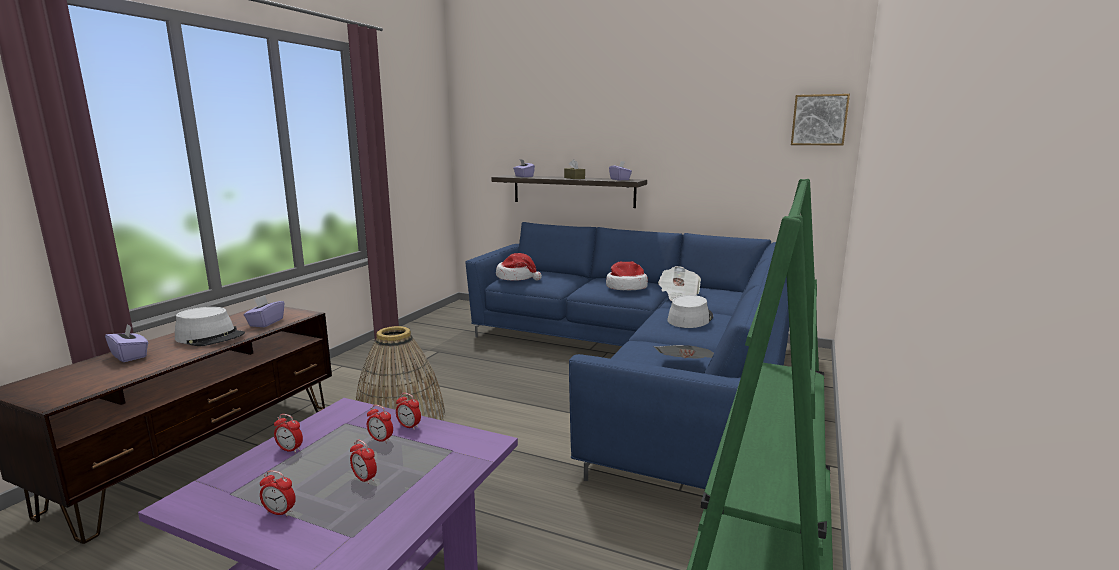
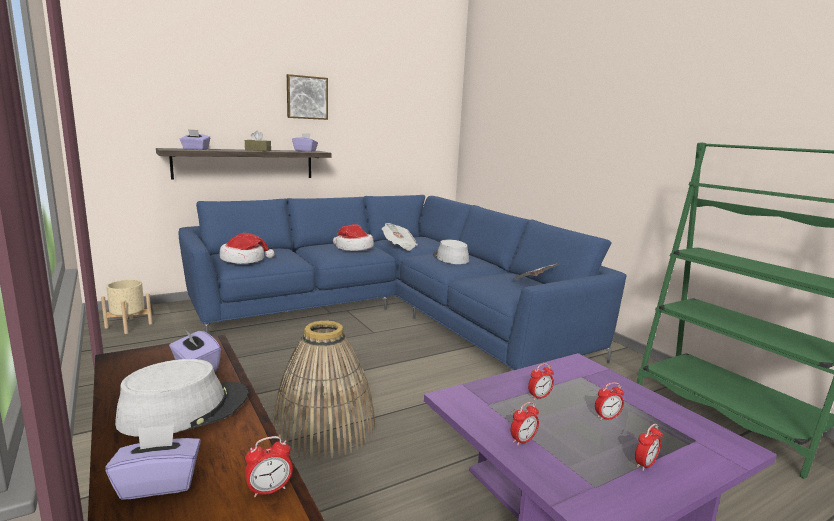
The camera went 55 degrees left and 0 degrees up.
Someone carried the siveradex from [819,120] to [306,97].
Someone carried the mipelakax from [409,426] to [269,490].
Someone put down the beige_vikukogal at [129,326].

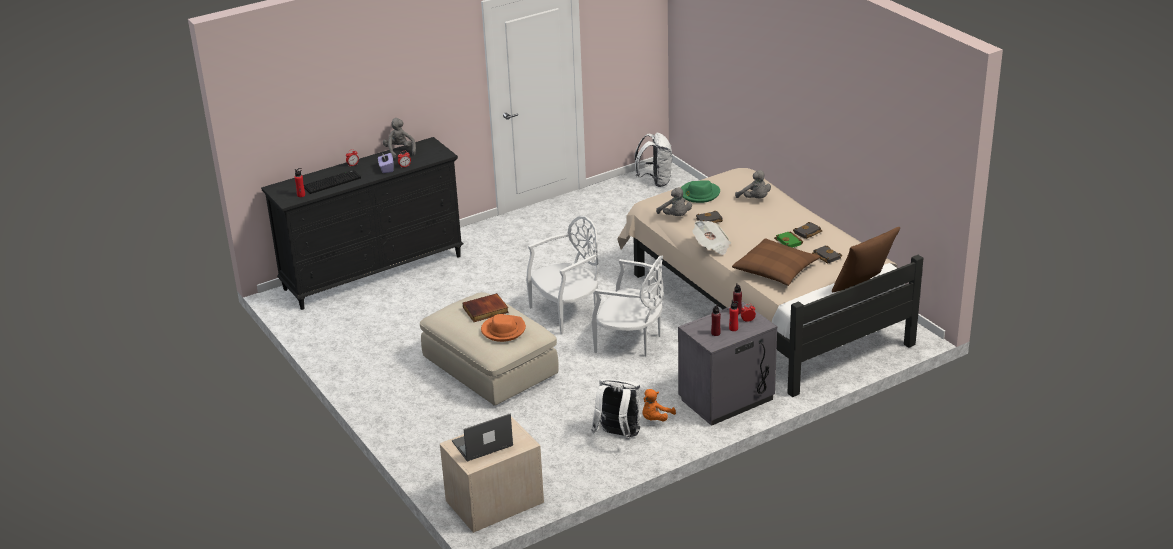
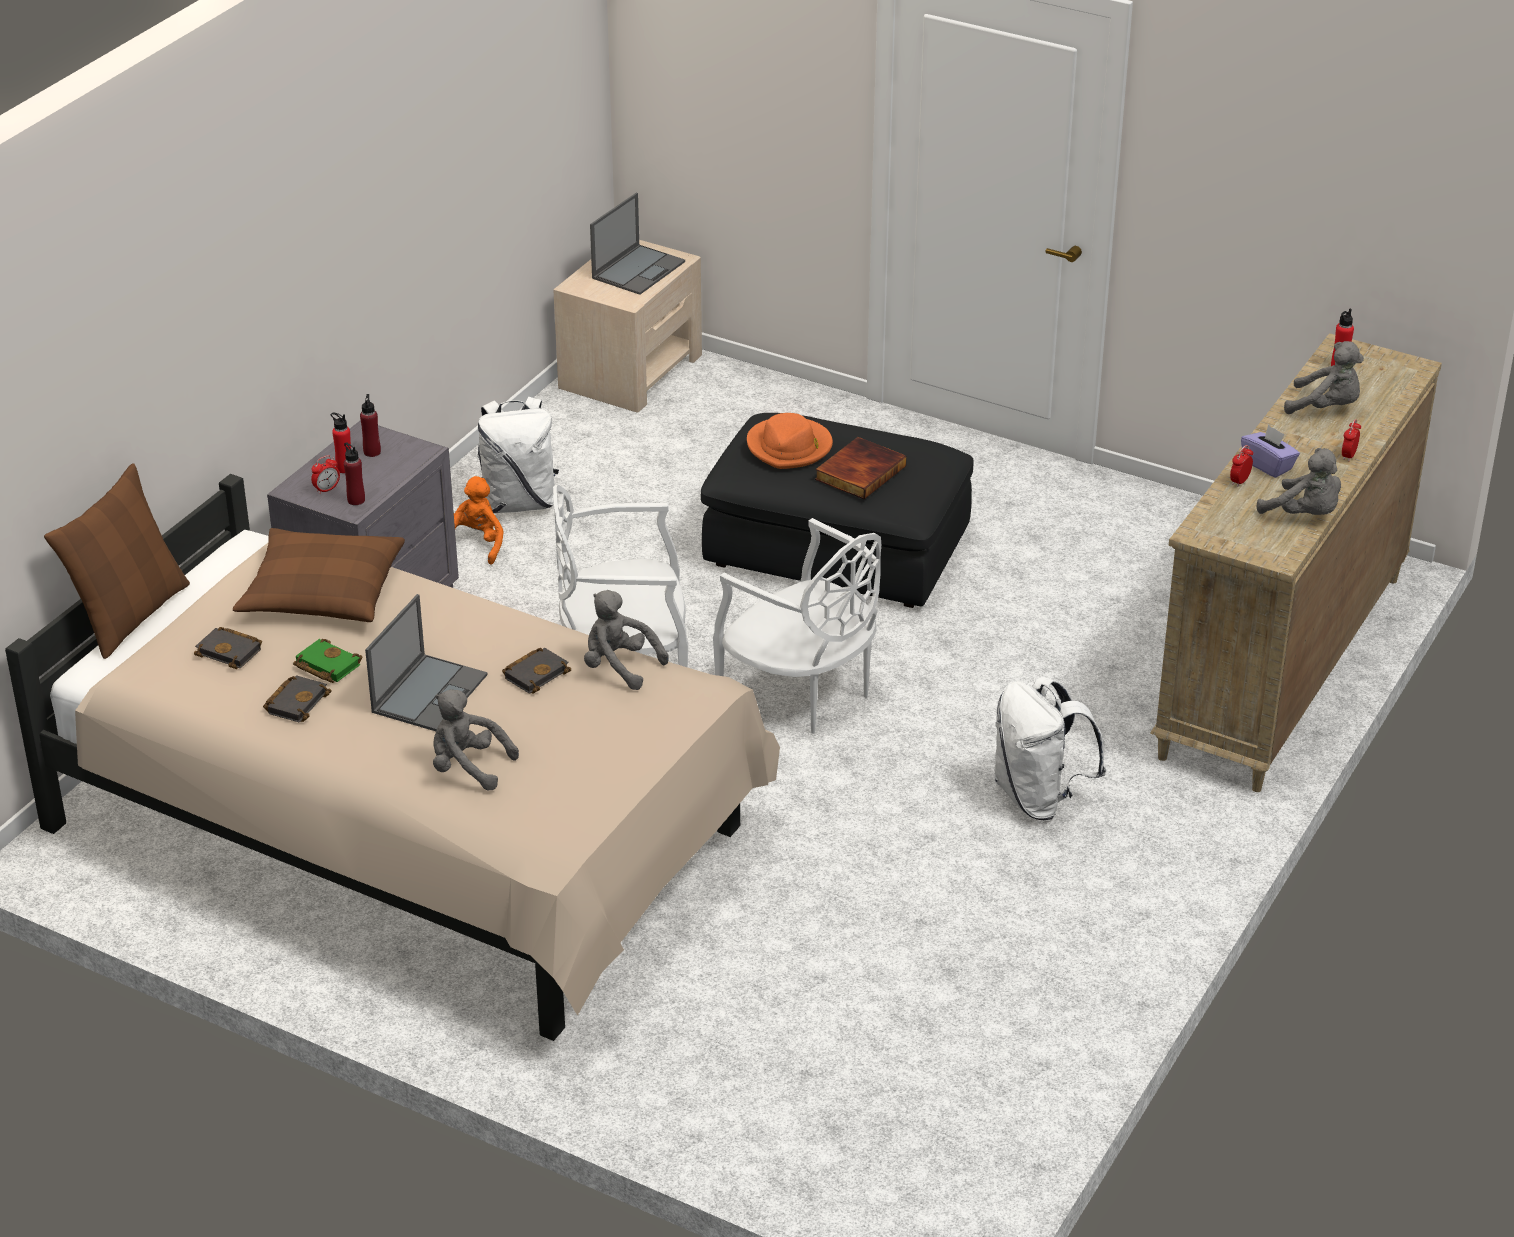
The camera went 150 degrees right and 5 degrees up.
Someone carried the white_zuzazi from [655,181] to [1039,798].
Someone repainted the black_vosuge at [374,272], which became the beige_vosuge at [1281,666].
Someone swapped the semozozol at [332,182] for the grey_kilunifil at [1326,407].
Someone took away the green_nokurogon at [699,194].
Someone rotated the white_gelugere at [567,312] by 75 degrees counterclockwise.
Someone took away the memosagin at [712,246].
Someone repainted the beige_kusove at [489,368], which became the black_kusove at [838,547].
Someone put down the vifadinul at [430,692].

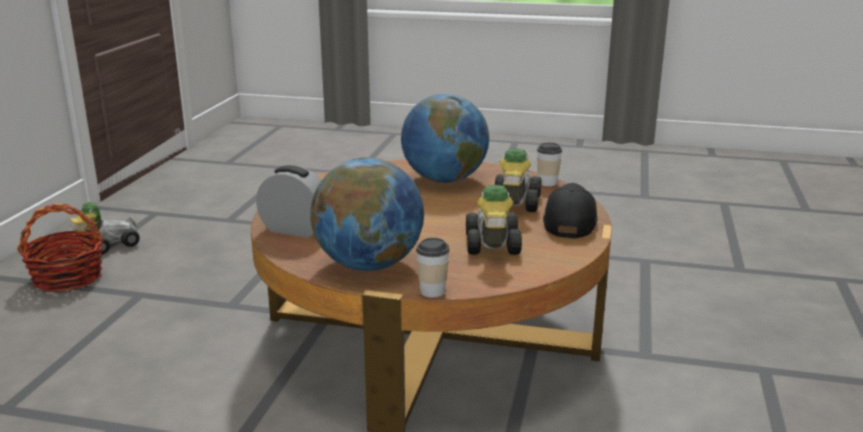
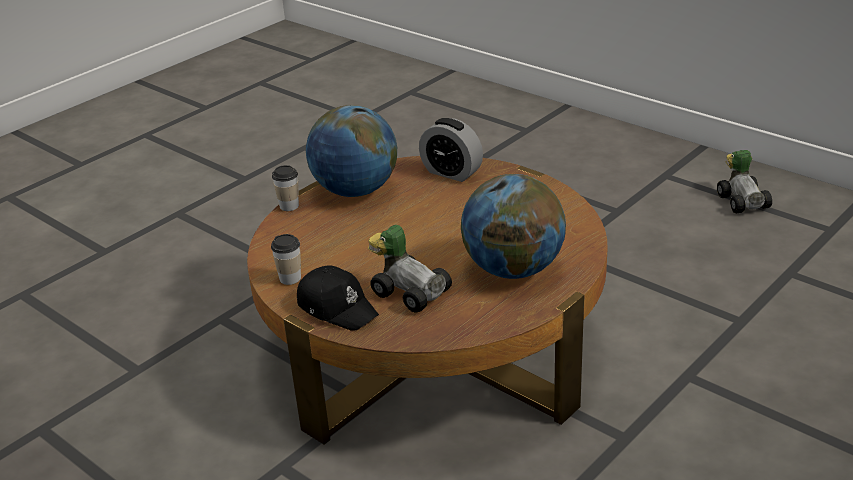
The camera went 120 degrees right and 10 degrees up.
Someone carried the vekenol from [547,183] to [290,278].
Someone rotated the mipelakax at [295,229] by 75 degrees clockwise.
Someone took away the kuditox at [490,246].
Someone took away the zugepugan at [68,278].

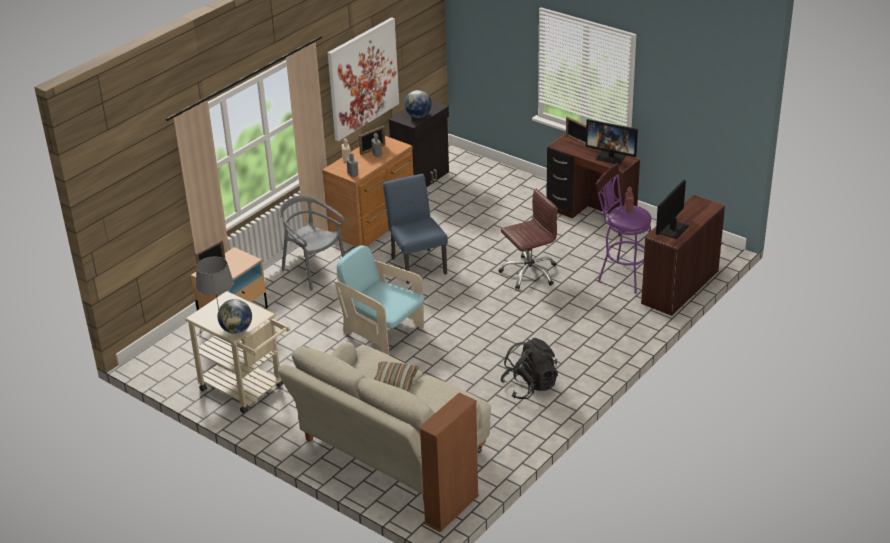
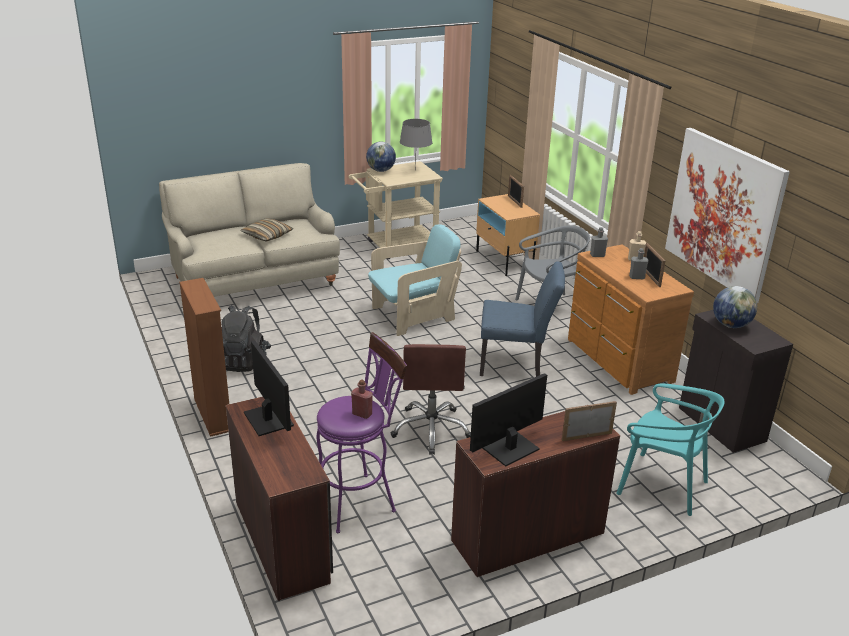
The camera went 115 degrees right and 5 degrees down.
Someone carried the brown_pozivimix from [451,509] to [213,414].
Someone put down the turquoise_gelugere at [661,485].

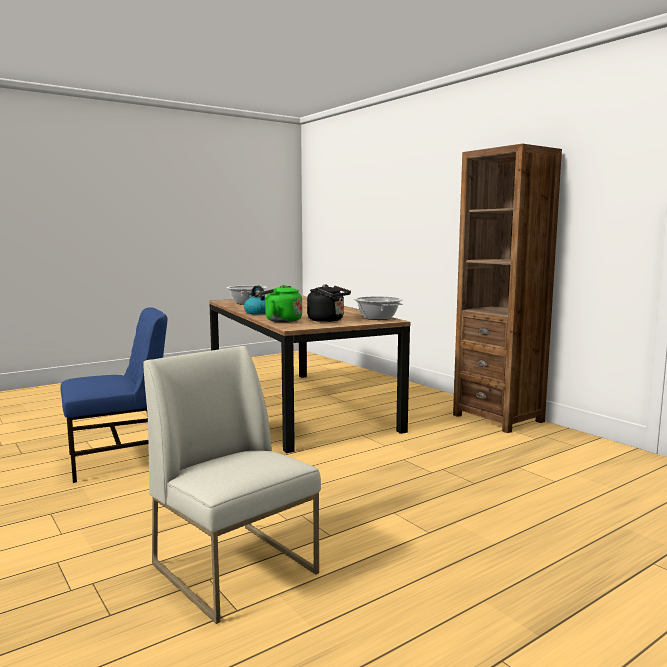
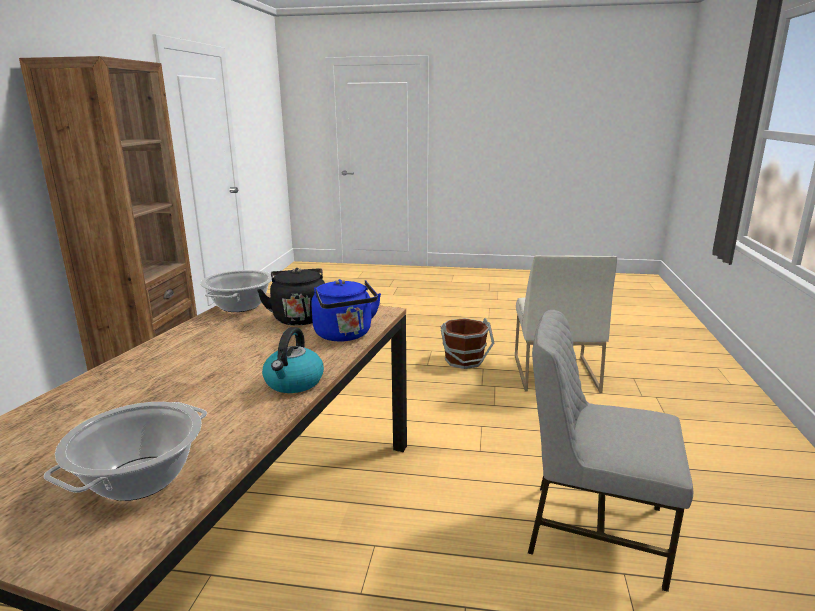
The camera went 135 degrees left and 10 degrees up.
Someone repainted the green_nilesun at [281,320], which became the blue_nilesun at [345,335].
Someone repainted the blue_gelugere at [119,460], which became the grey_gelugere at [593,530].
Someone put down the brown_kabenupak at [464,360].

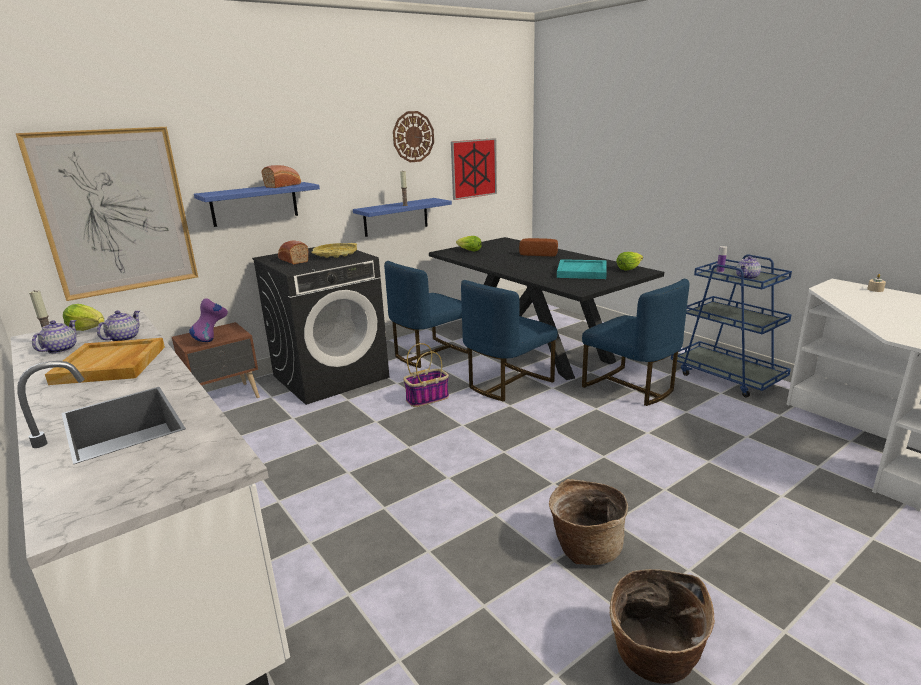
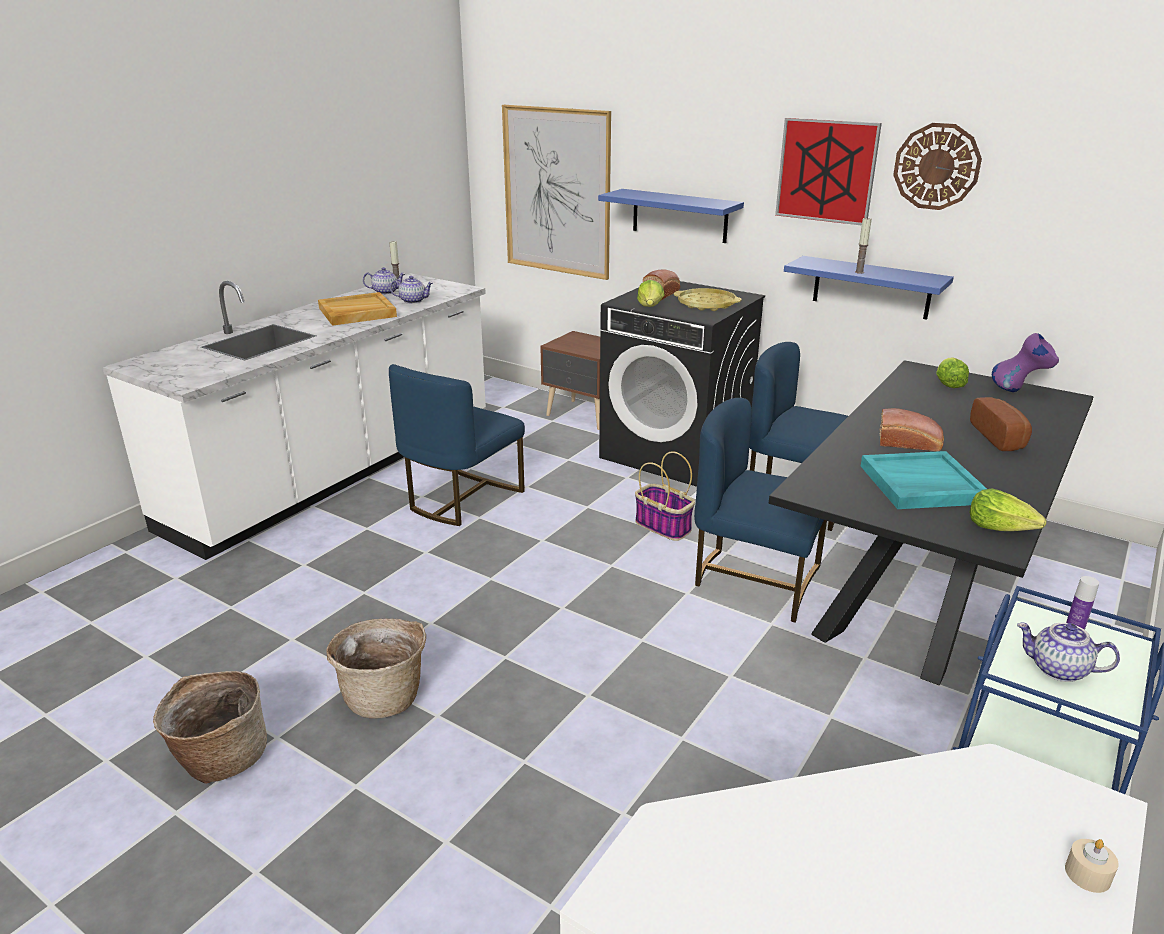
The camera went 70 degrees right and 5 degrees up.
Someone carried the siveradex from [473,168] to [826,171].
Someone carried the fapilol from [284,185] to [910,444].
Someone carried the blue_gelugere from [630,387] to [461,499].
Someone carried the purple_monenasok from [212,340] to [1019,391].
Someone carried the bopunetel from [88,329] to [650,307].

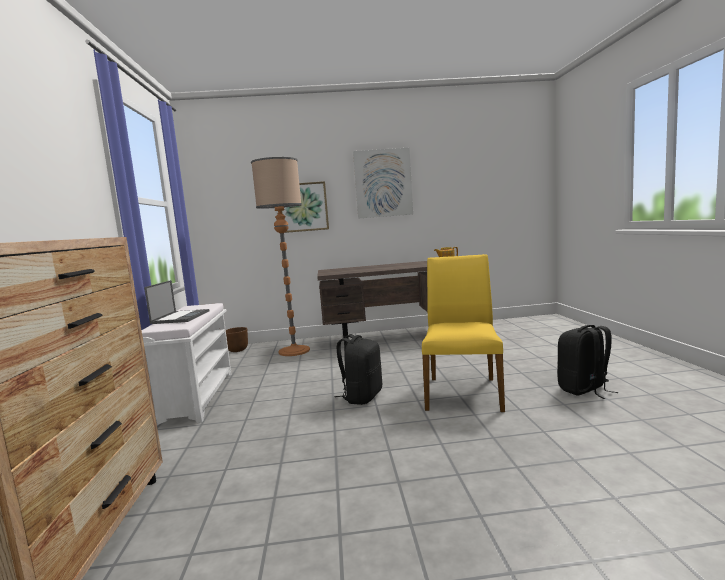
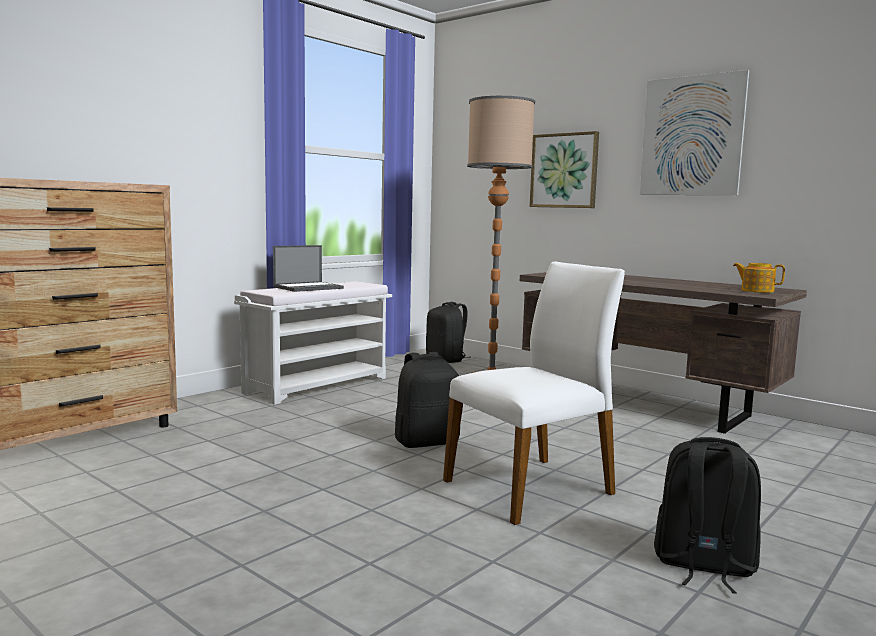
The camera went 45 degrees right and 0 degrees up.
Someone repainted the yellow_gelugere at [463,393], which became the white_gelugere at [531,487].
Someone swapped the brown_vikukogal at [238,350] for the black_zuzazi at [446,359].

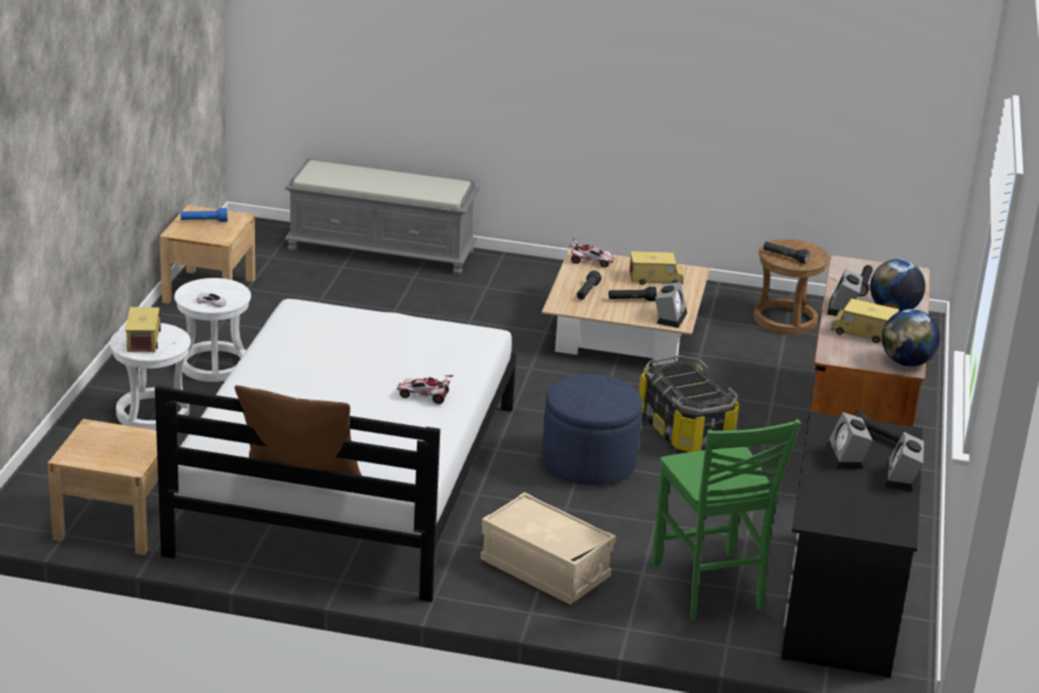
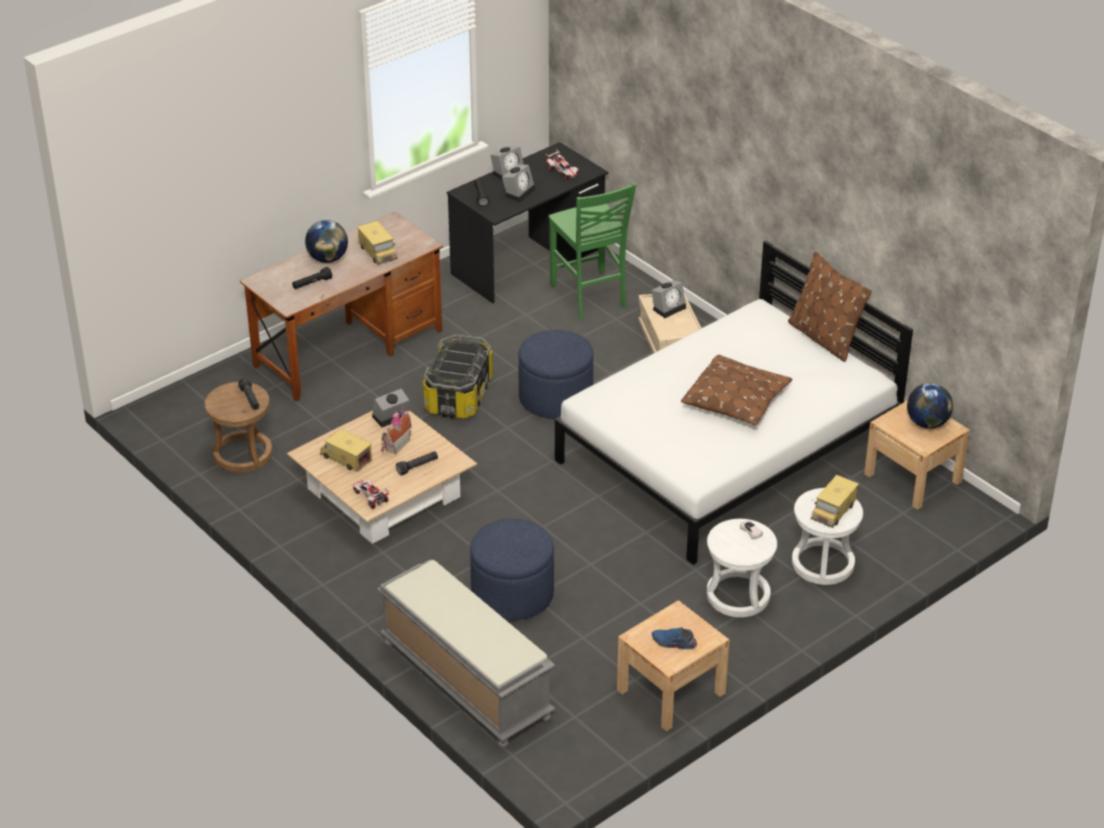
The camera went 140 degrees left and 10 degrees up.
Someone swapped the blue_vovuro at [204,221] for the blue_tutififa at [673,643].
Someone carried the mipelakax from [843,309] to [669,307].
Someone swapped the black_vovuro at [631,300] for the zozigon at [395,445].
Someone carried the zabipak from [906,363] to [927,423].
Someone carried the kuditox from [424,396] to [562,172].
Someone rotated the green_gelugere at [709,588] by 135 degrees clockwise.
Someone put down the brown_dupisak at [736,401].
Someone put down the blue_kusove at [512,594].

